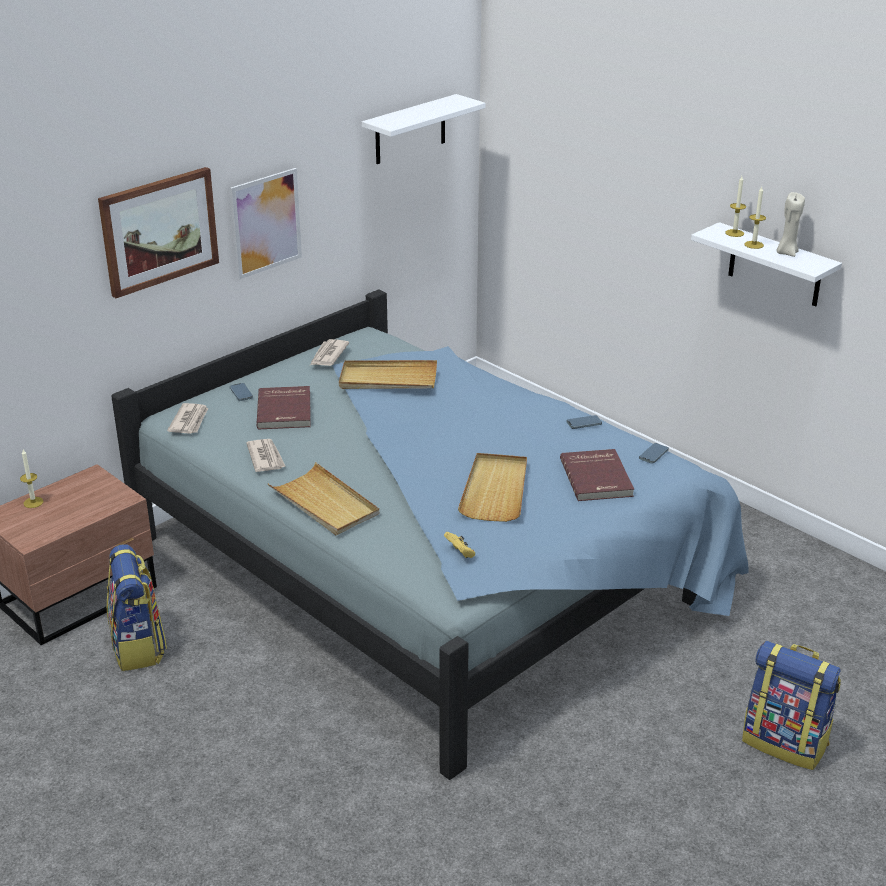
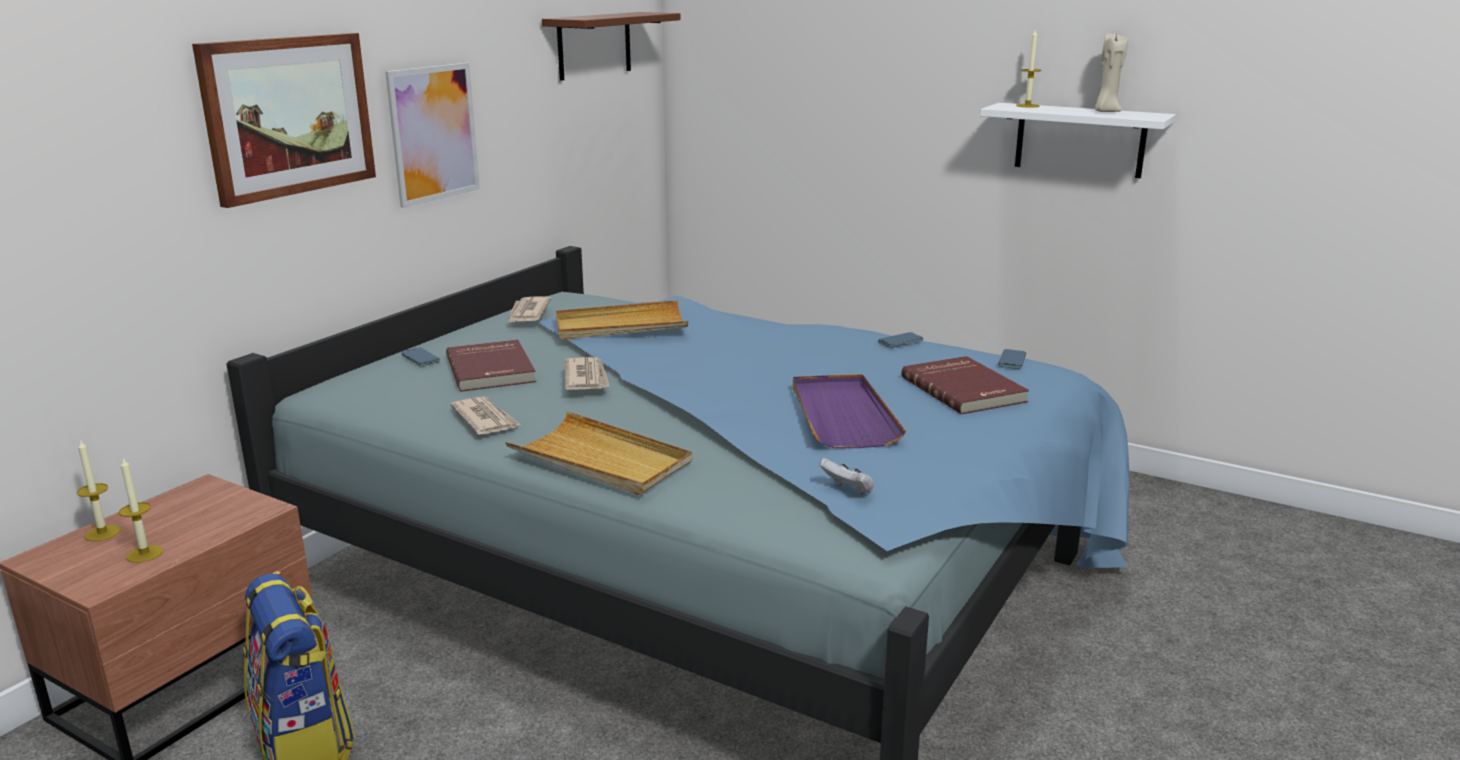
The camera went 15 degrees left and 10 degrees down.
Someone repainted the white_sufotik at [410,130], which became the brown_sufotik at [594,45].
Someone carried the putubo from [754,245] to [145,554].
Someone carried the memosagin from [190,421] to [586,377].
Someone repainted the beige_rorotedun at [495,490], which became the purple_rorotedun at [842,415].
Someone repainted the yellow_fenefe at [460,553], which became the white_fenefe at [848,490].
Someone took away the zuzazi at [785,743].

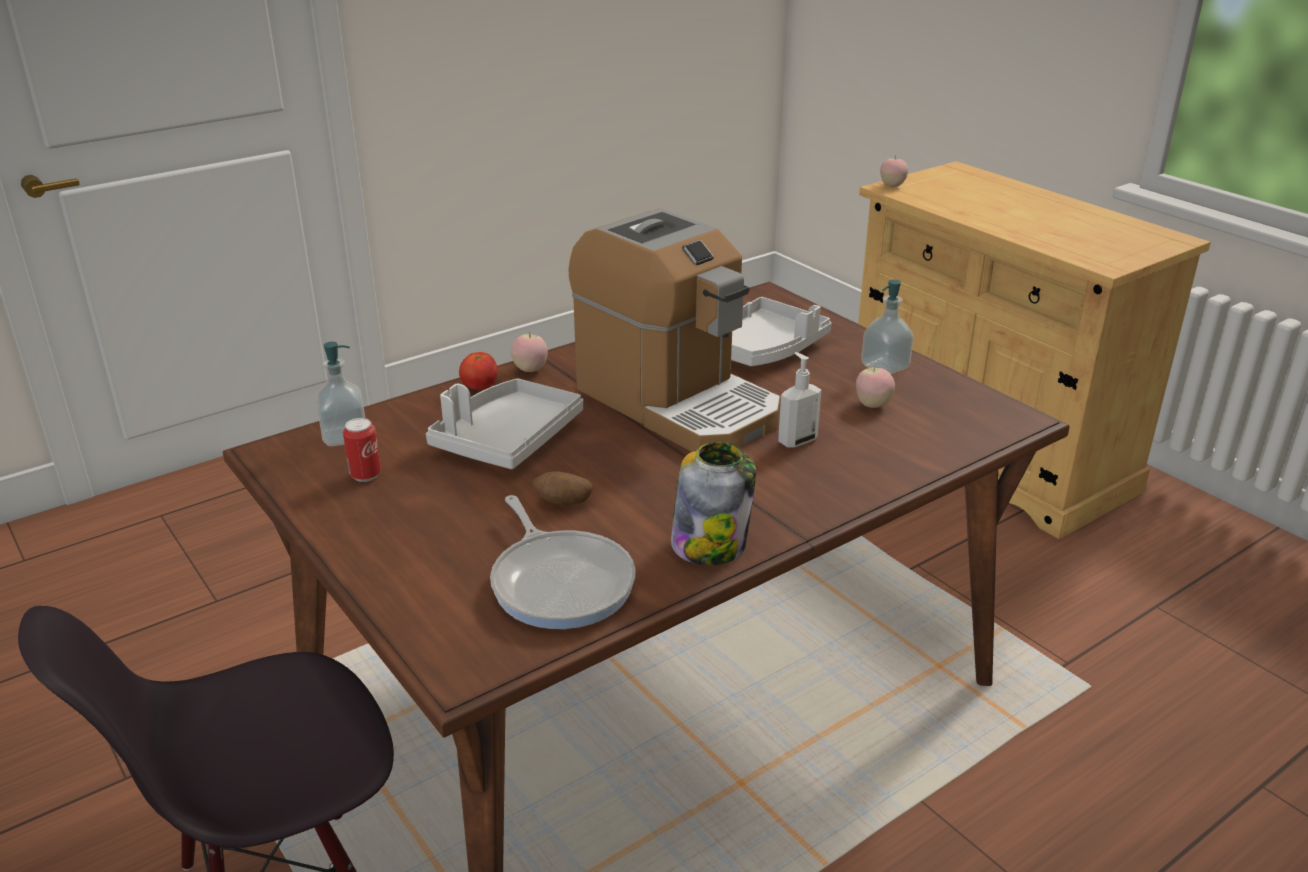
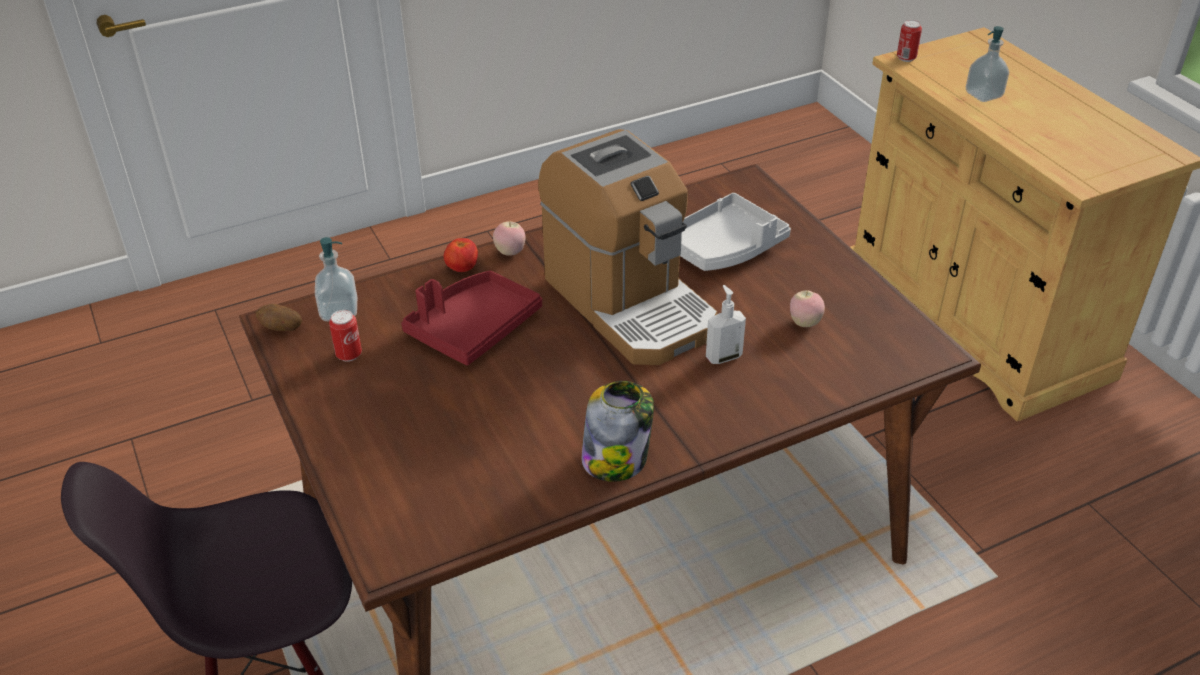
The camera went 10 degrees right and 10 degrees up.
Someone swapped the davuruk at [892,186] for the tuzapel at [906,58].
Someone carried the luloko from [885,367] to [983,95].
Someone repainted the grey_rorotedun at [507,439], which became the red_rorotedun at [473,328].
Someone carried the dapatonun from [563,503] to [281,329].
Someone took away the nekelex at [560,582].

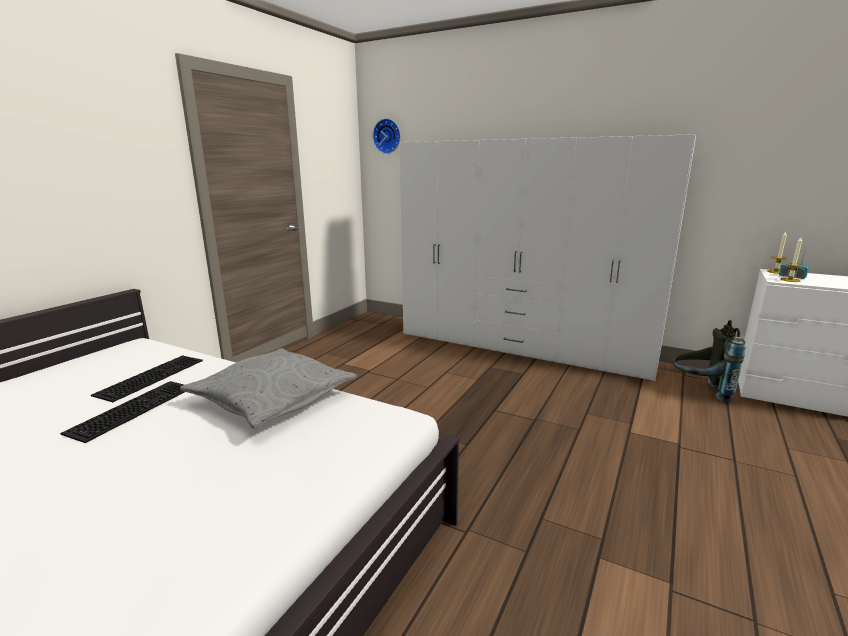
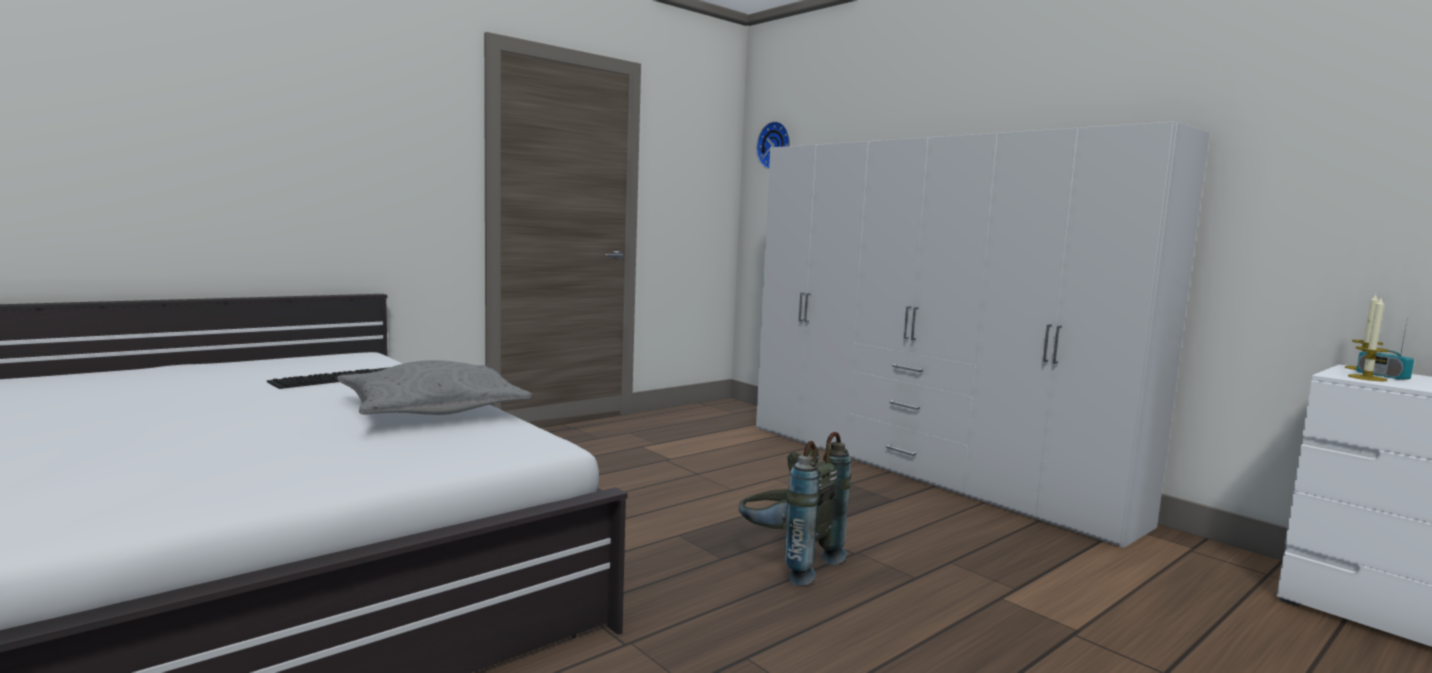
The camera went 20 degrees right and 10 degrees down.
Someone carried the grey_zuzazi from [700,391] to [787,562].
Someone took away the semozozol at [132,408].

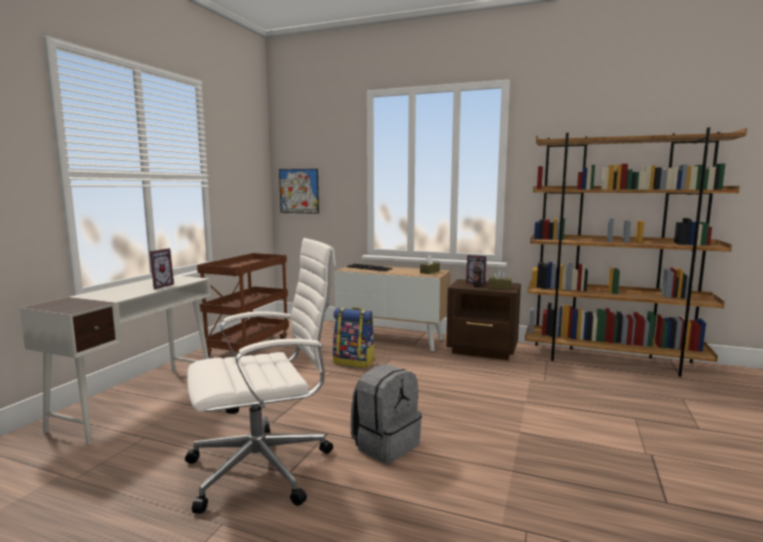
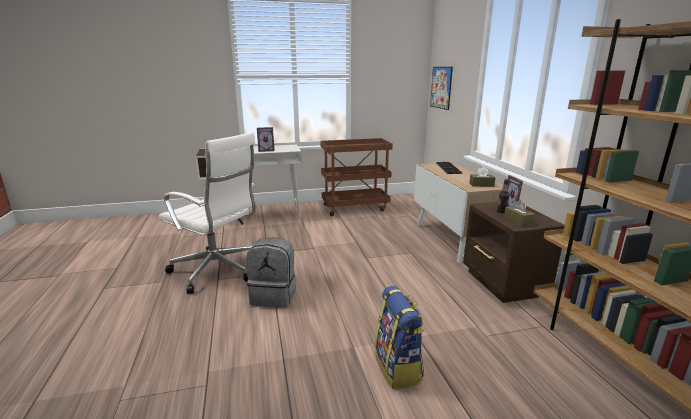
The camera went 55 degrees right and 10 degrees up.
Someone carried the zuzazi from [354,362] to [398,368].

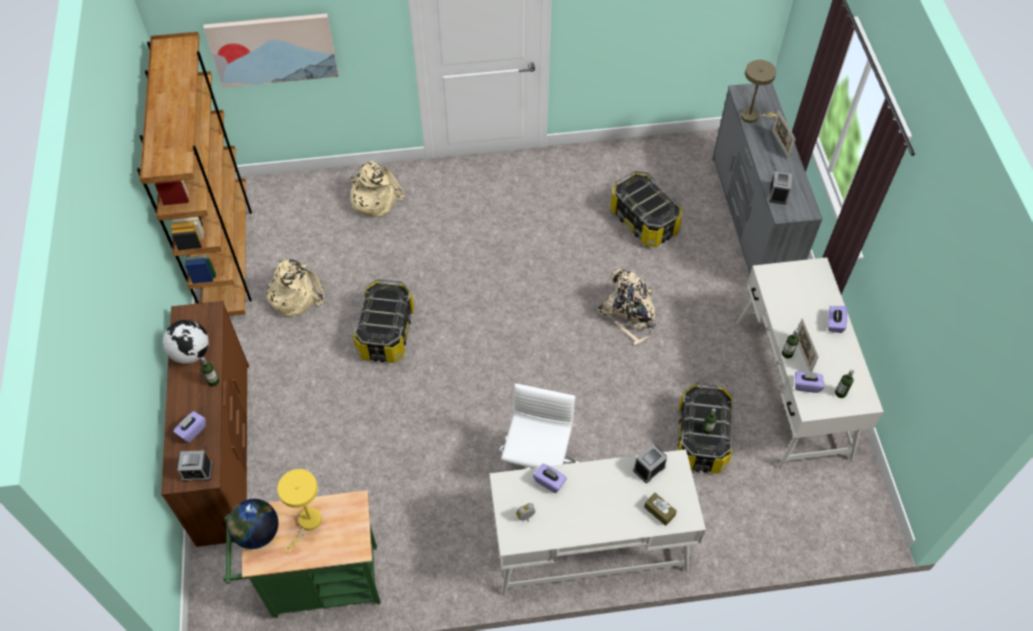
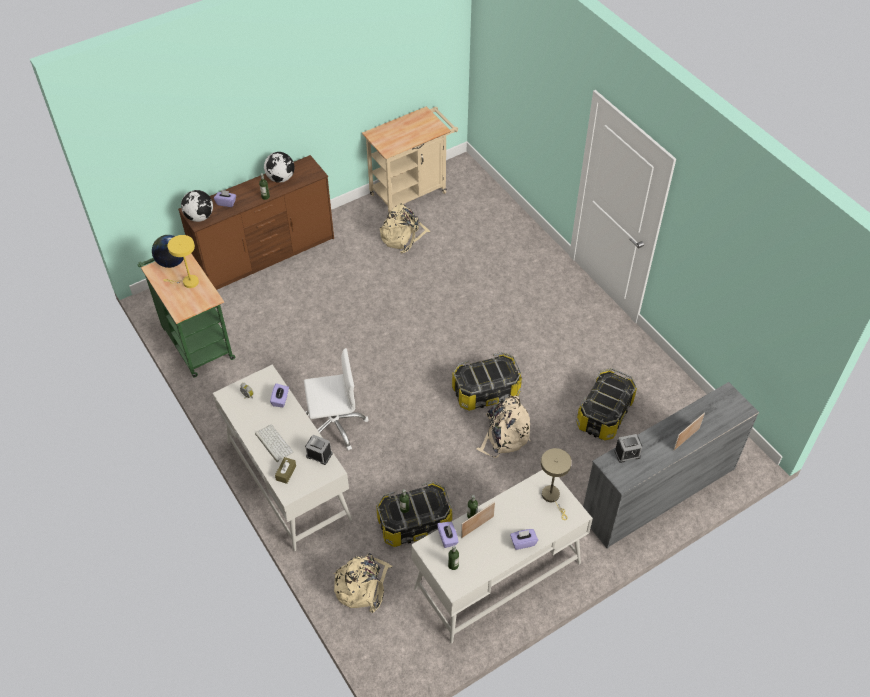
The camera went 65 degrees right and 5 degrees down.
Someone took away the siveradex at [273,49].
Someone swapped the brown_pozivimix at [228,257] for the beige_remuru at [412,191].
Someone carried the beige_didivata from [752,116] to [552,497].
Someone carried the beige_zuzazi from [373,198] to [362,585].
Someone carried the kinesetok from [386,332] to [486,392].
Someone swapped the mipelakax at [197,471] for the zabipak at [200,217].
Someone put down the semozozol at [273,443].

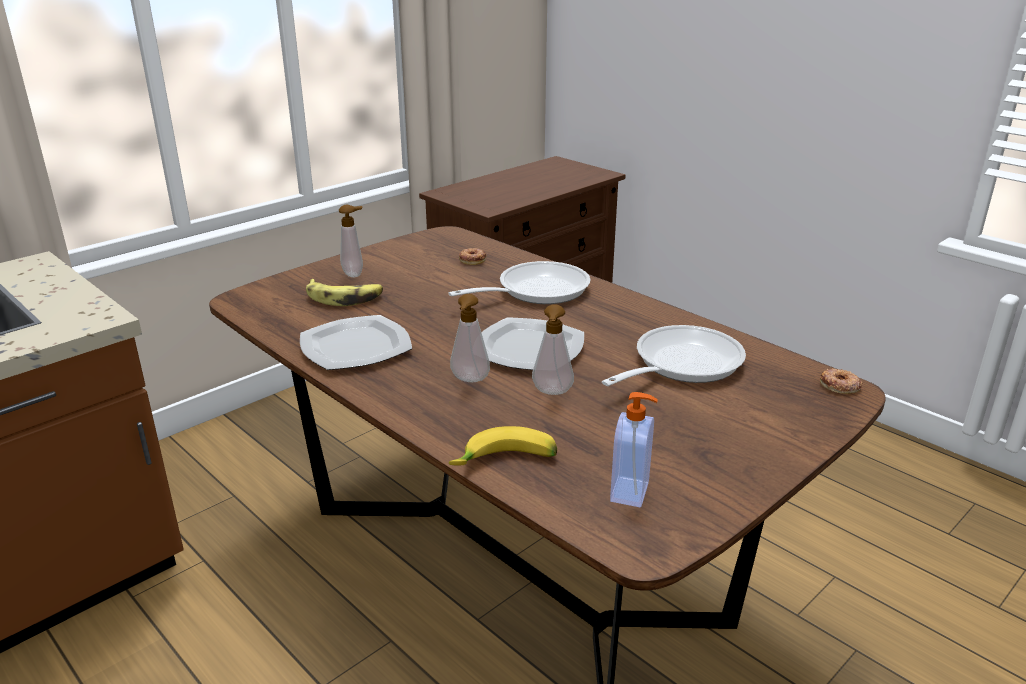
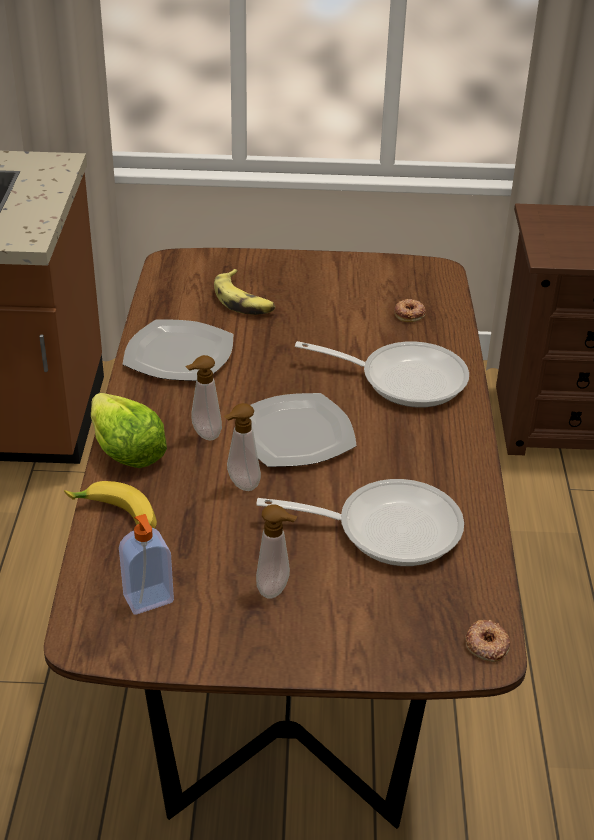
The camera went 45 degrees right and 10 degrees up.
Someone carried the luloko from [355,274] to [276,589].
Someone put down the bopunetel at [125,450].

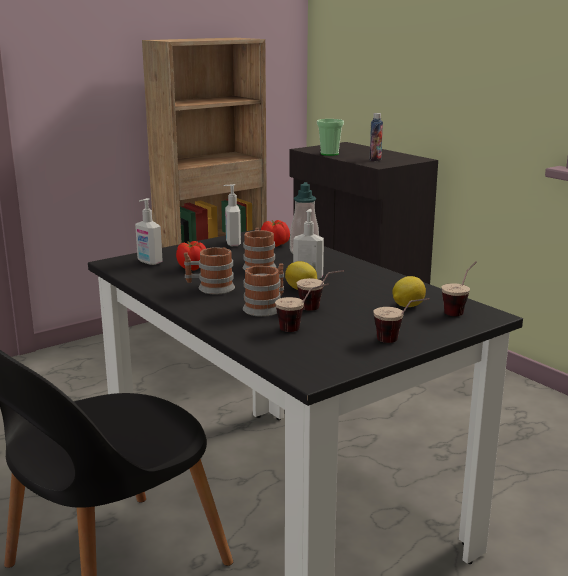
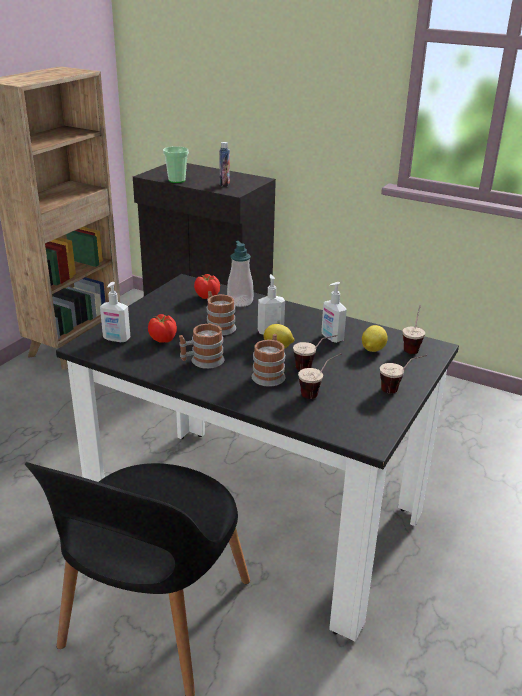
The camera went 25 degrees left and 10 degrees up.
Someone carried the luloko from [232,243] to [331,338].

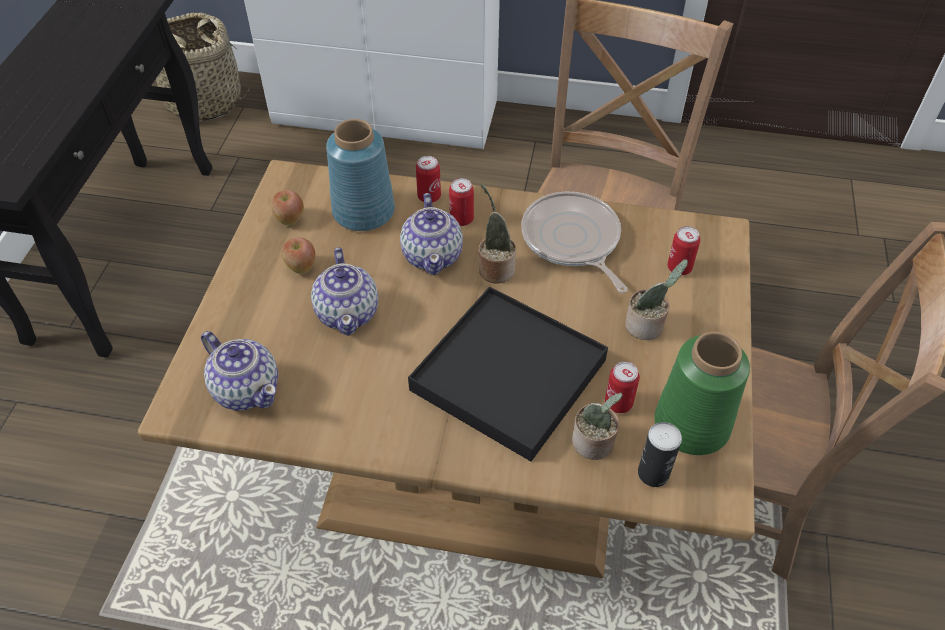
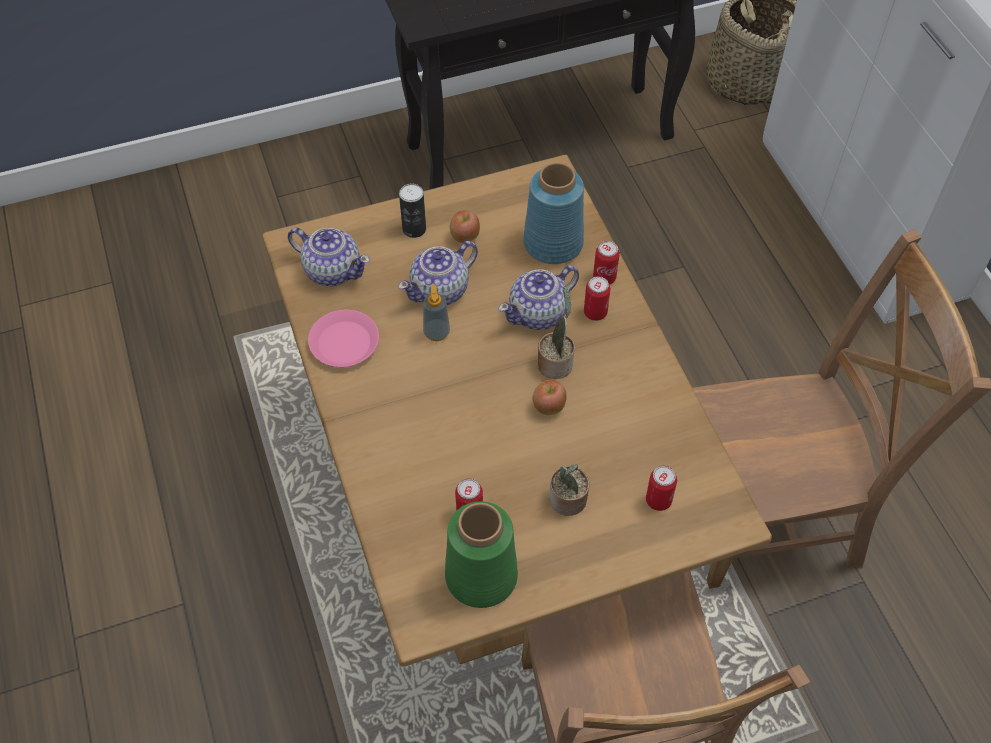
The camera went 60 degrees right and 5 degrees up.
Someone carried the davuruk from [289,219] to [548,407].
Someone took away the nekelex at [572,240].
Someone took away the black_rorotedun at [508,374].
Someone rotated the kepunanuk at [247,388] by 75 degrees counterclockwise.
Someone took away the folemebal at [594,444].
Someone carried the tuzapel from [653,473] to [414,229].
Someone put down the luloko at [436,332].
Someone put down the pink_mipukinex at [344,343].

